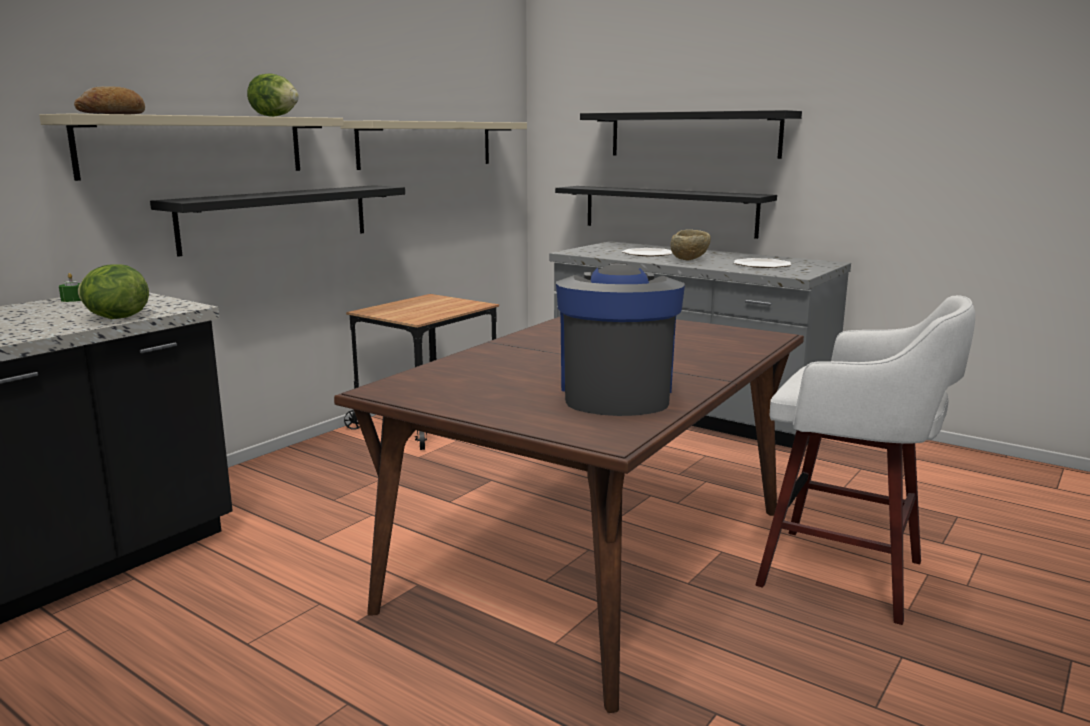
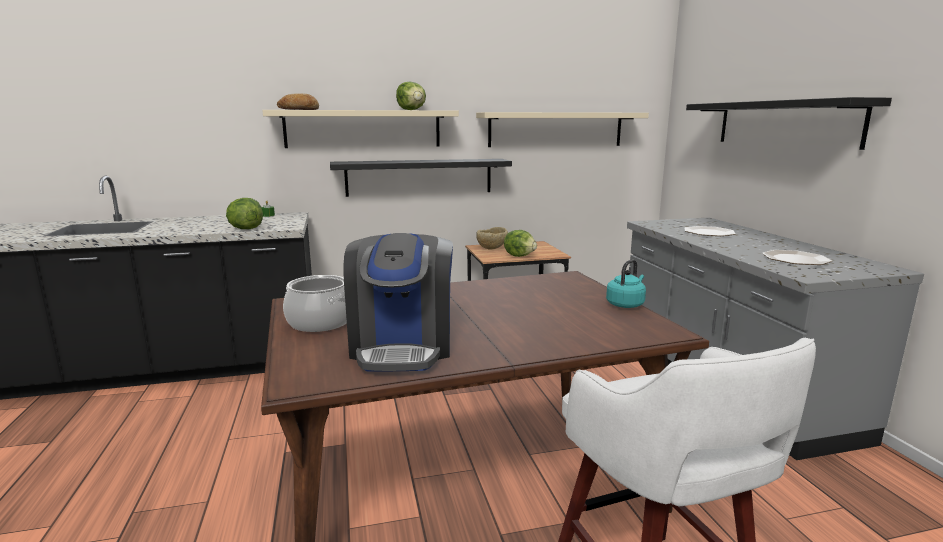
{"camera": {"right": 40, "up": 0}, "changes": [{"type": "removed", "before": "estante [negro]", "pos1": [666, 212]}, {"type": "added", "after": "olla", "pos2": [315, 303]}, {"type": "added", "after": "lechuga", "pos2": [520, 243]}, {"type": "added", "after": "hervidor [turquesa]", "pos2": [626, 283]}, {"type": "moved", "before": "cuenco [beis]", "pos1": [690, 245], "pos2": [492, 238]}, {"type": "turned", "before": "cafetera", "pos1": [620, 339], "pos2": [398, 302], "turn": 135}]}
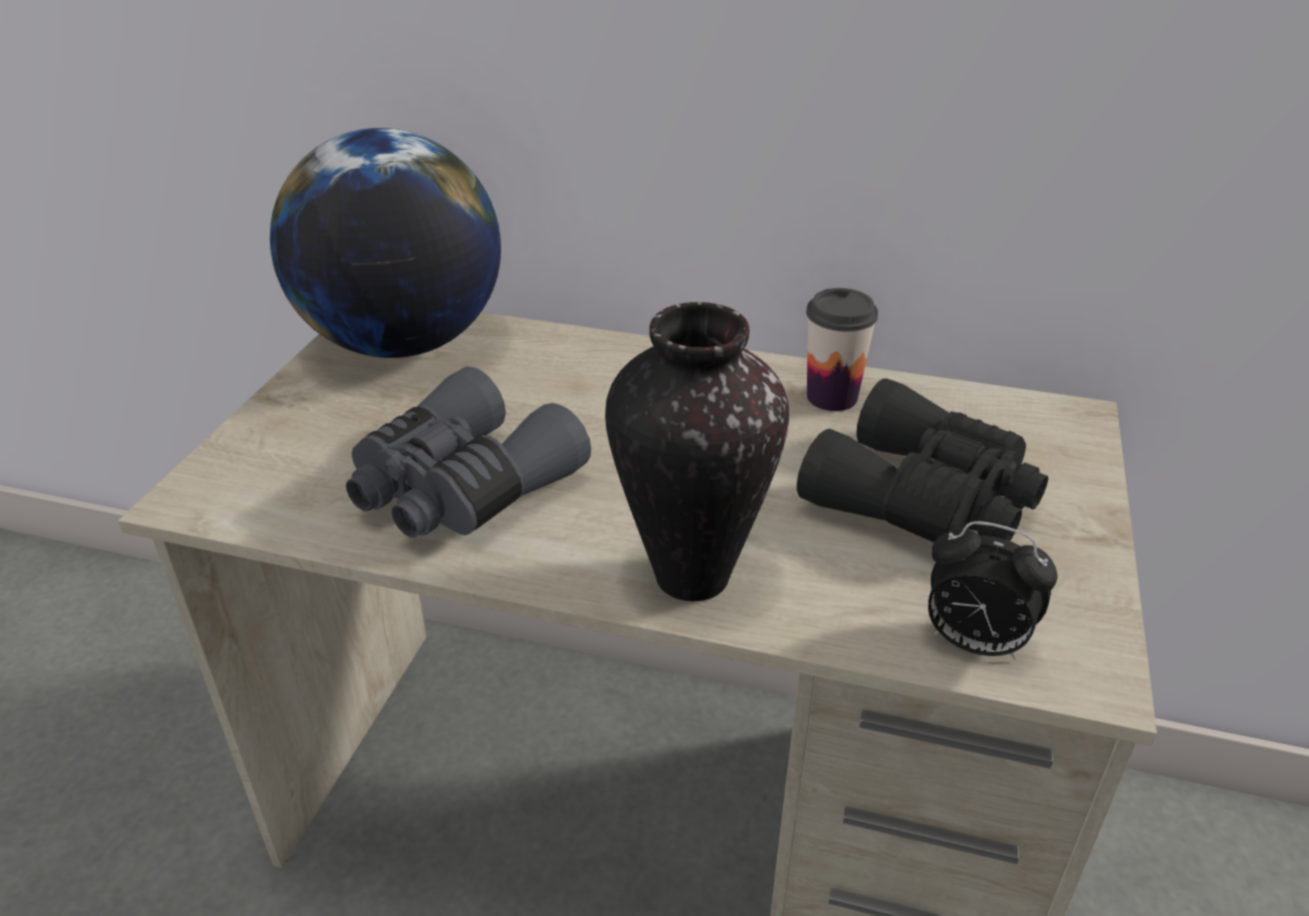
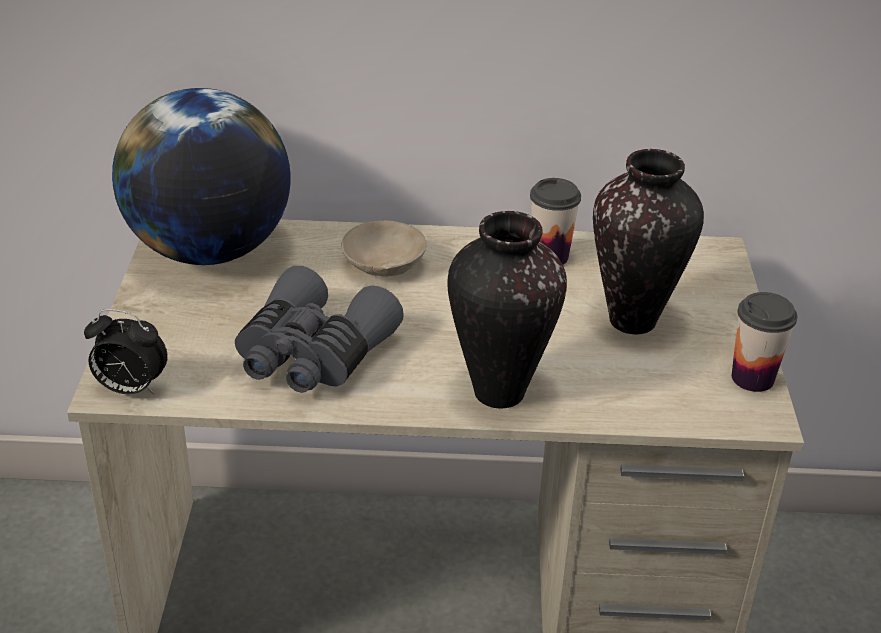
{"camera": {"right": -15, "up": 0}, "changes": [{"type": "added", "after": "cuenco [beis]", "pos2": [384, 249]}, {"type": "added", "after": "taza", "pos2": [764, 342]}, {"type": "moved", "before": "despertador", "pos1": [993, 590], "pos2": [126, 352]}, {"type": "replaced", "before": "prismáticos [negro]", "after": "florero", "pos1": [922, 460], "pos2": [648, 241]}]}
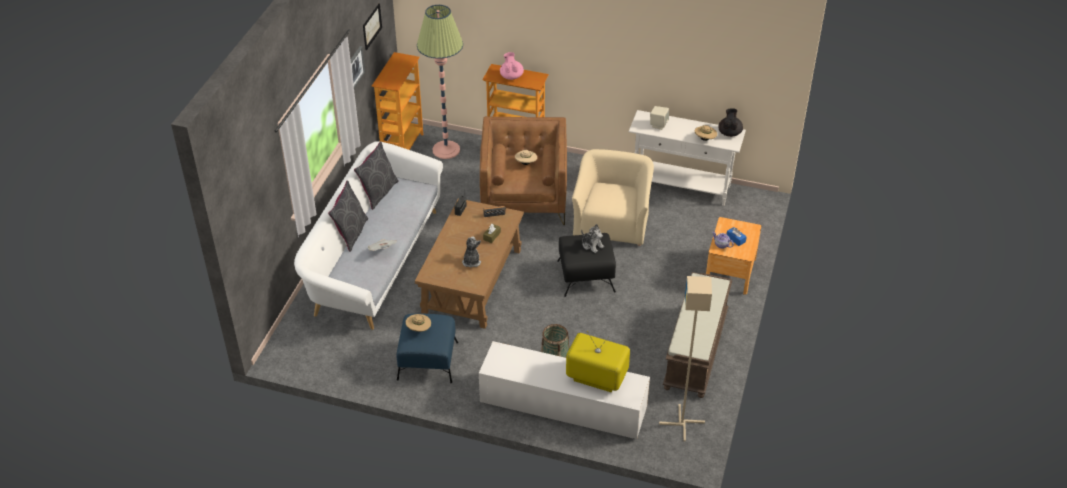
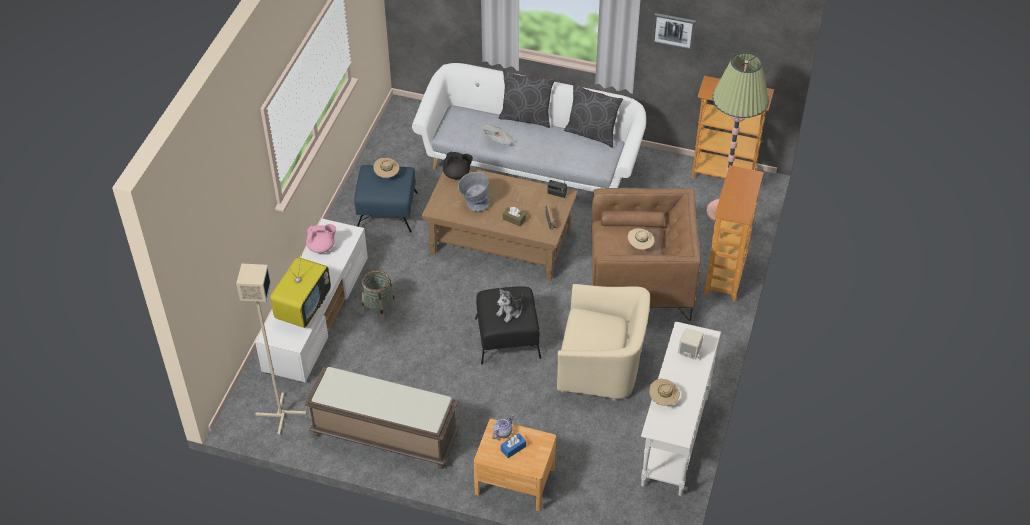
{"camera": {"right": 90, "up": 5}, "changes": [{"type": "removed", "before": "cuadro", "pos1": [372, 26]}, {"type": "moved", "before": "tetera [rosa]", "pos1": [512, 66], "pos2": [321, 238]}, {"type": "moved", "before": "tetera [negro]", "pos1": [730, 122], "pos2": [458, 165]}, {"type": "replaced", "before": "peluche", "after": "cuenco [gris]", "pos1": [471, 252], "pos2": [474, 191]}]}
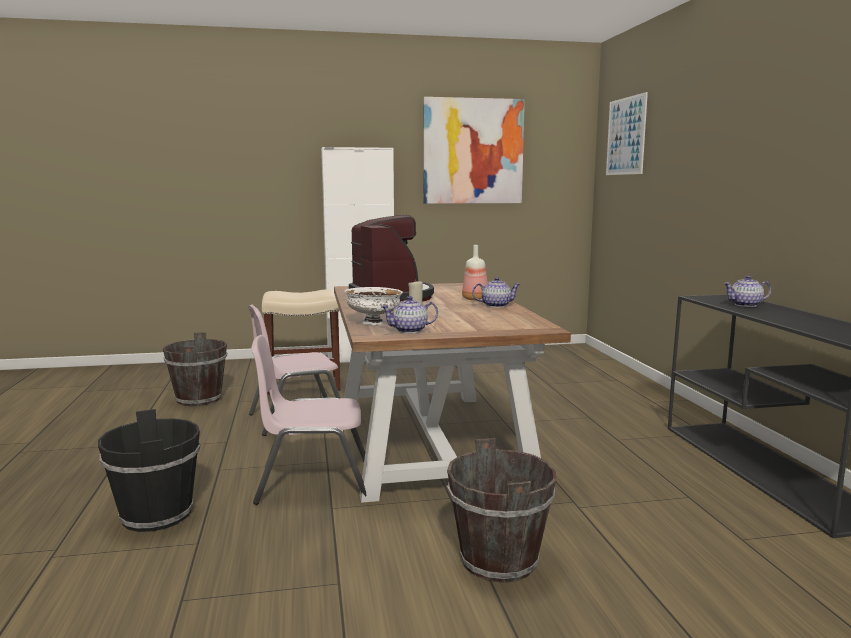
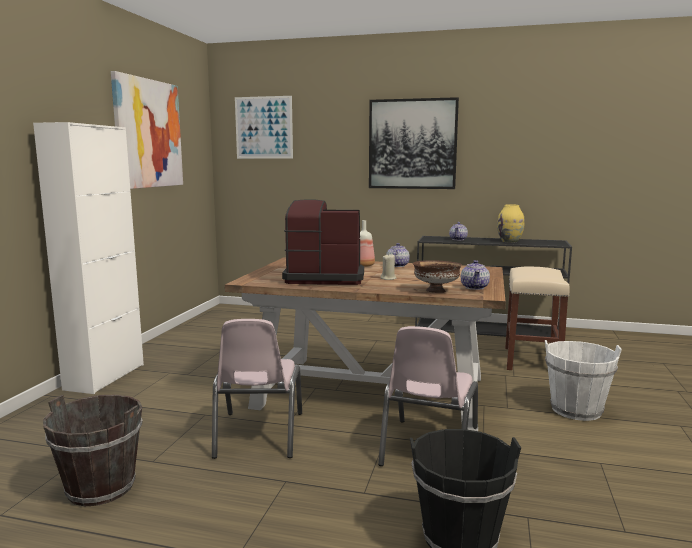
{"camera": {"right": -65, "up": 0}, "changes": [{"type": "added", "after": "cuadro", "pos2": [414, 143]}, {"type": "added", "after": "florero [amarillo]", "pos2": [511, 223]}, {"type": "moved", "before": "taburete [beis]", "pos1": [301, 342], "pos2": [537, 318]}, {"type": "recoloured", "before": "cuenco [blanco]", "after": "cuenco [marrón]", "pos1": [374, 306], "pos2": [437, 276]}, {"type": "recoloured", "before": "cubo [marrón]", "after": "cubo [blanco]", "pos1": [501, 510], "pos2": [583, 380]}]}
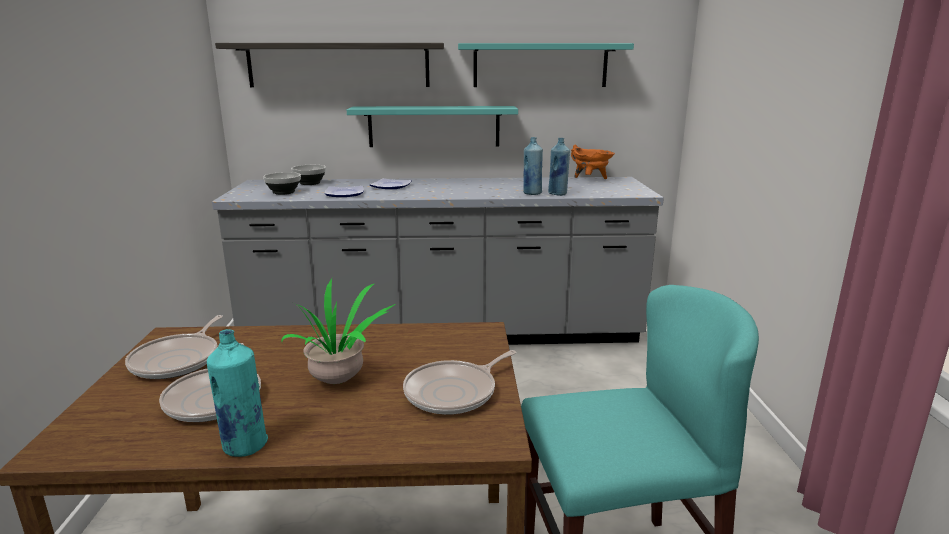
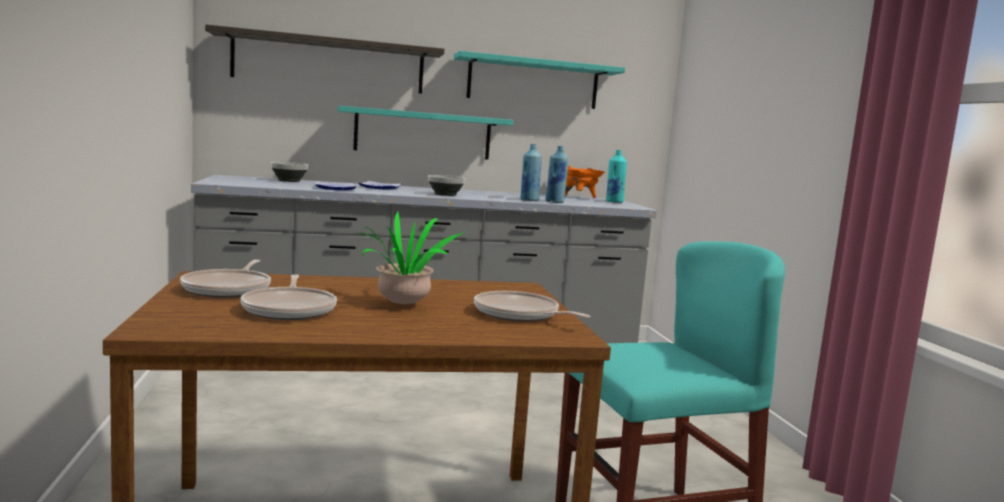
{"camera": {"right": -10, "up": -10}, "changes": [{"type": "moved", "before": "botella [turquesa]", "pos1": [237, 393], "pos2": [616, 176]}, {"type": "moved", "before": "cuenco", "pos1": [282, 183], "pos2": [446, 185]}, {"type": "turned", "before": "sartén", "pos1": [460, 382], "pos2": [532, 306], "turn": 90}]}
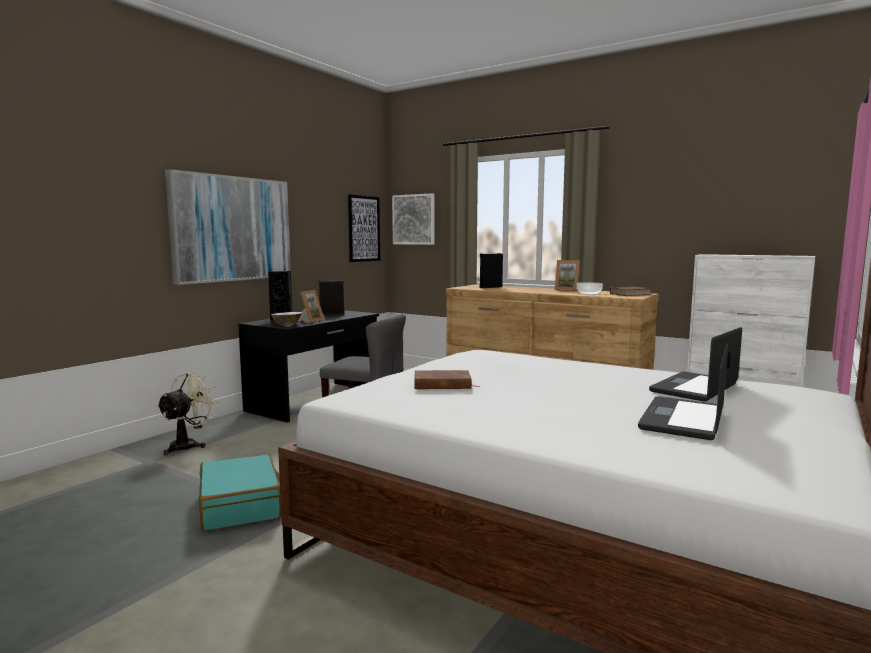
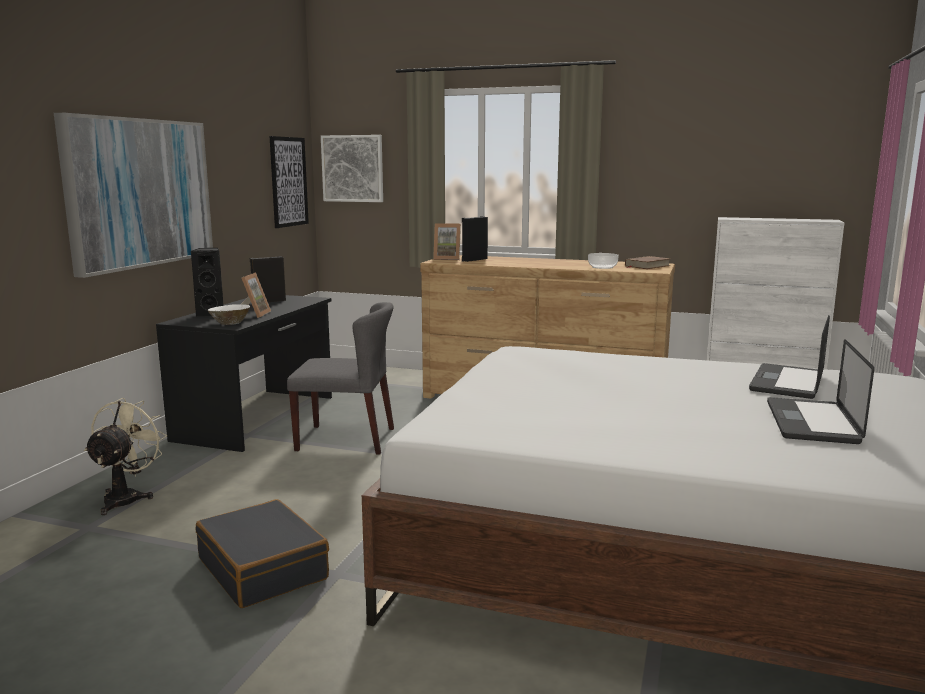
{"camera": {"right": -15, "up": 5}, "changes": [{"type": "removed", "before": "libro [marrón]", "pos1": [447, 379]}, {"type": "moved", "before": "portarretratos", "pos1": [567, 275], "pos2": [447, 241]}, {"type": "recoloured", "before": "maleta [turquesa]", "after": "maleta [negro]", "pos1": [239, 492], "pos2": [262, 553]}]}
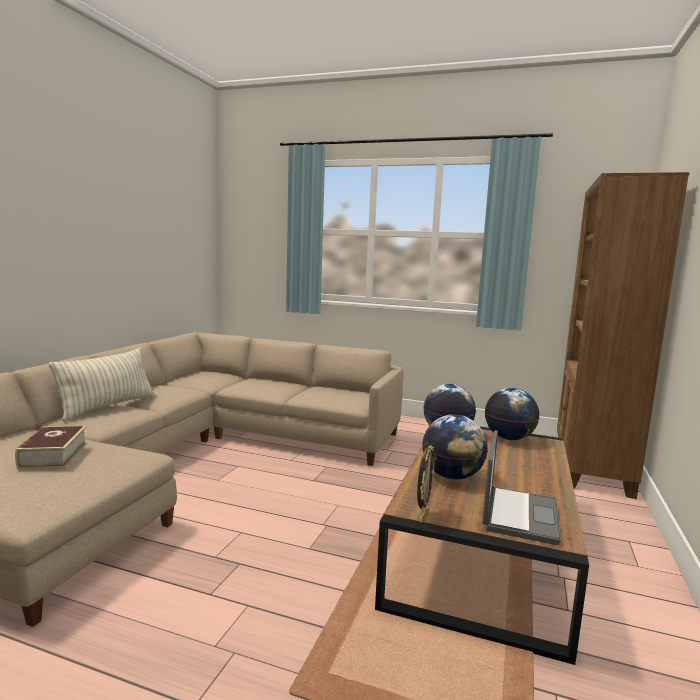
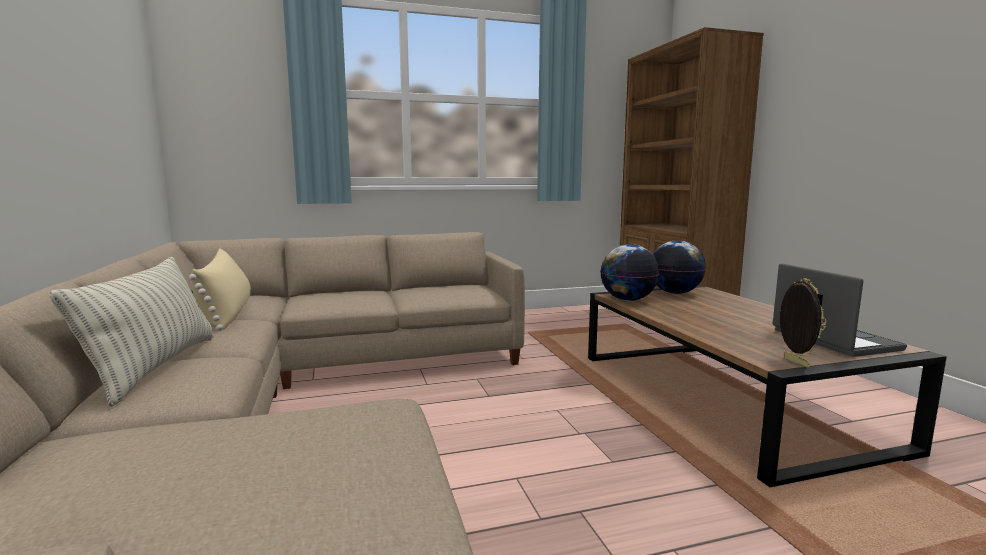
{"camera": {"right": -35, "up": 0}, "changes": [{"type": "removed", "before": "libro", "pos1": [51, 447]}, {"type": "removed", "before": "globo terráqueo", "pos1": [455, 447]}, {"type": "added", "after": "cojín [beis]", "pos2": [220, 290]}]}
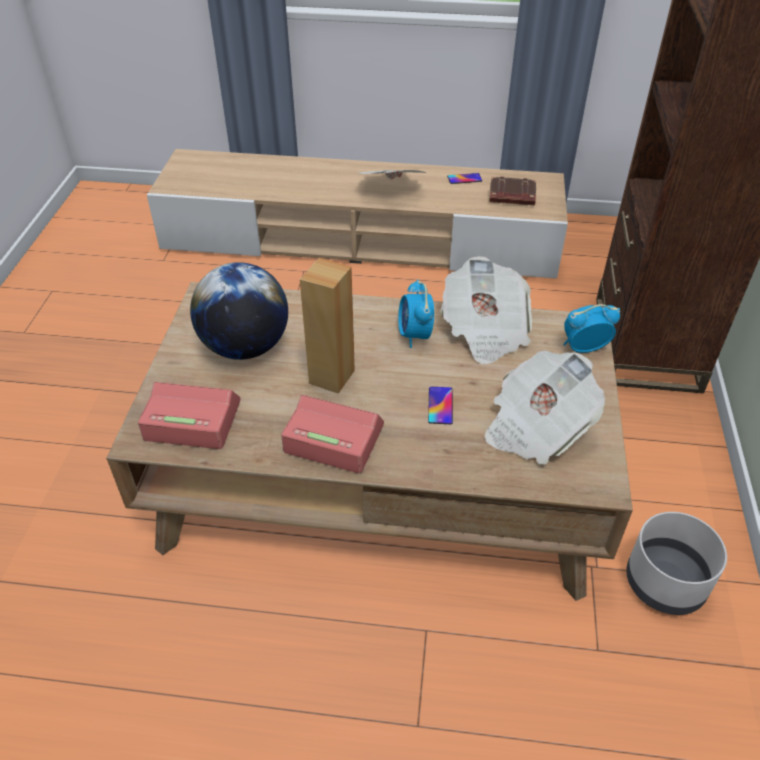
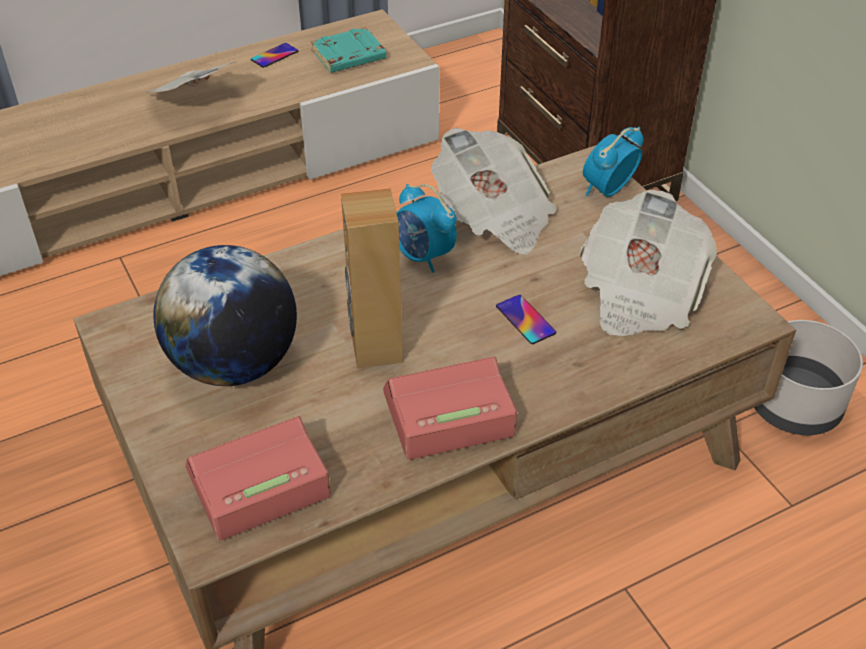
{"camera": {"right": -35, "up": 0}, "changes": [{"type": "recoloured", "before": "libro [marrón]", "after": "libro [turquesa]", "pos1": [512, 191], "pos2": [348, 50]}]}
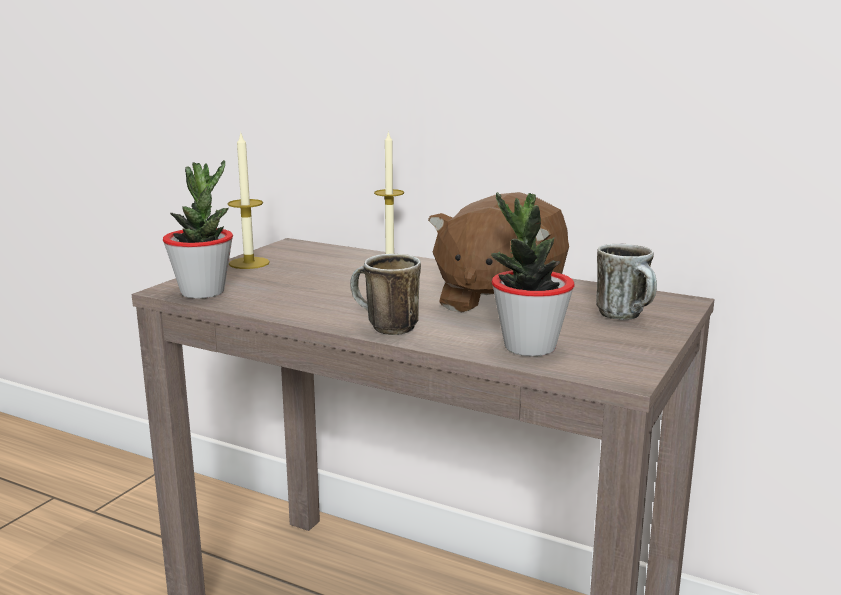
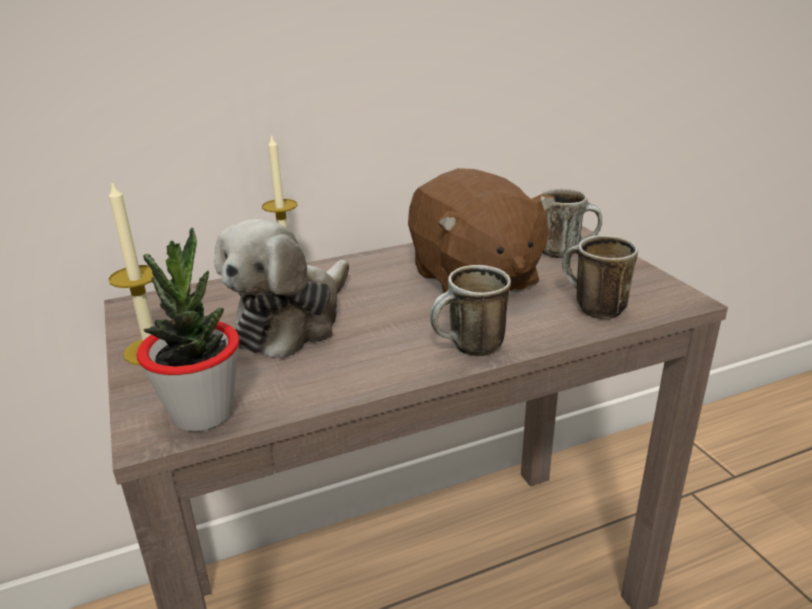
{"camera": {"right": -50, "up": 10}, "changes": [{"type": "added", "after": "peluche", "pos2": [281, 289]}, {"type": "replaced", "before": "planta en maceta", "after": "taza grande", "pos1": [532, 274], "pos2": [600, 277]}]}
